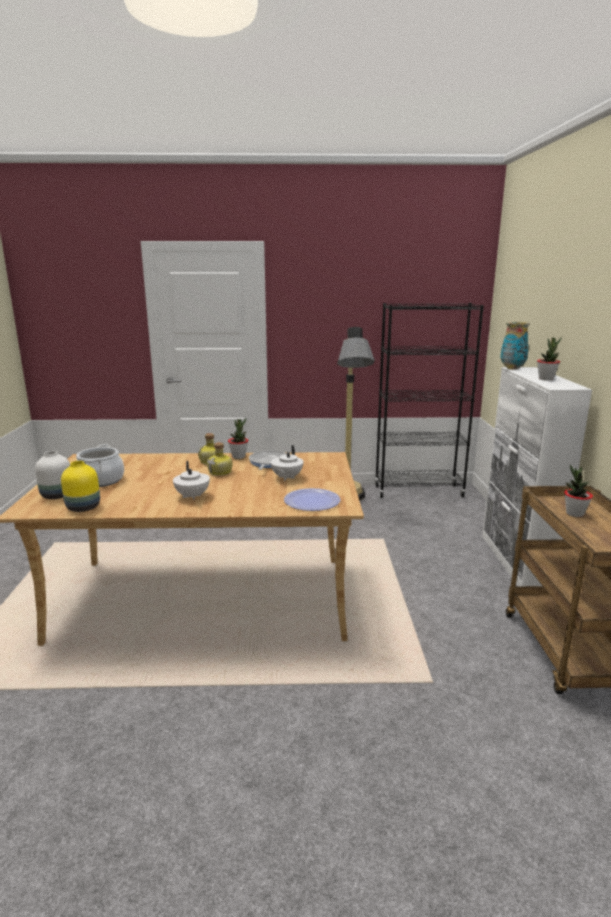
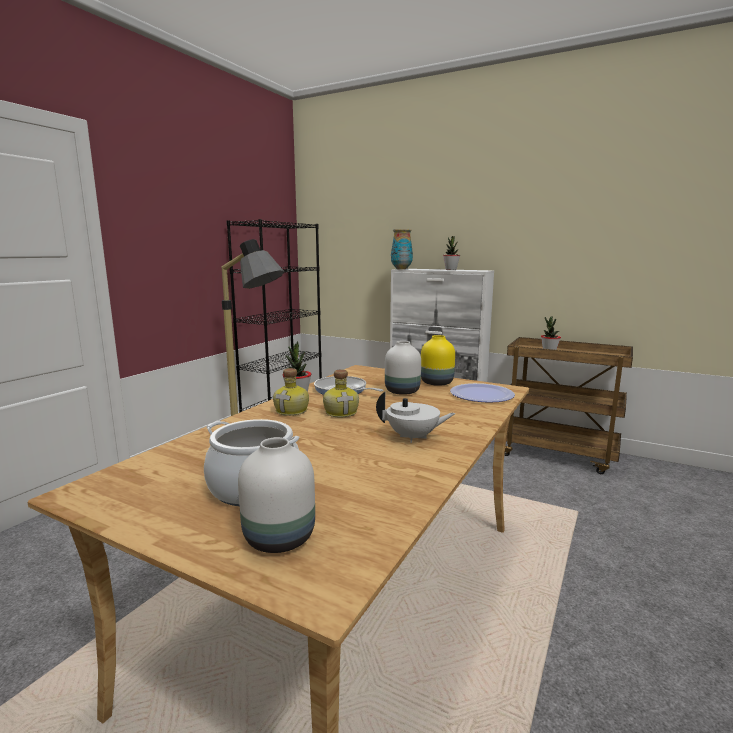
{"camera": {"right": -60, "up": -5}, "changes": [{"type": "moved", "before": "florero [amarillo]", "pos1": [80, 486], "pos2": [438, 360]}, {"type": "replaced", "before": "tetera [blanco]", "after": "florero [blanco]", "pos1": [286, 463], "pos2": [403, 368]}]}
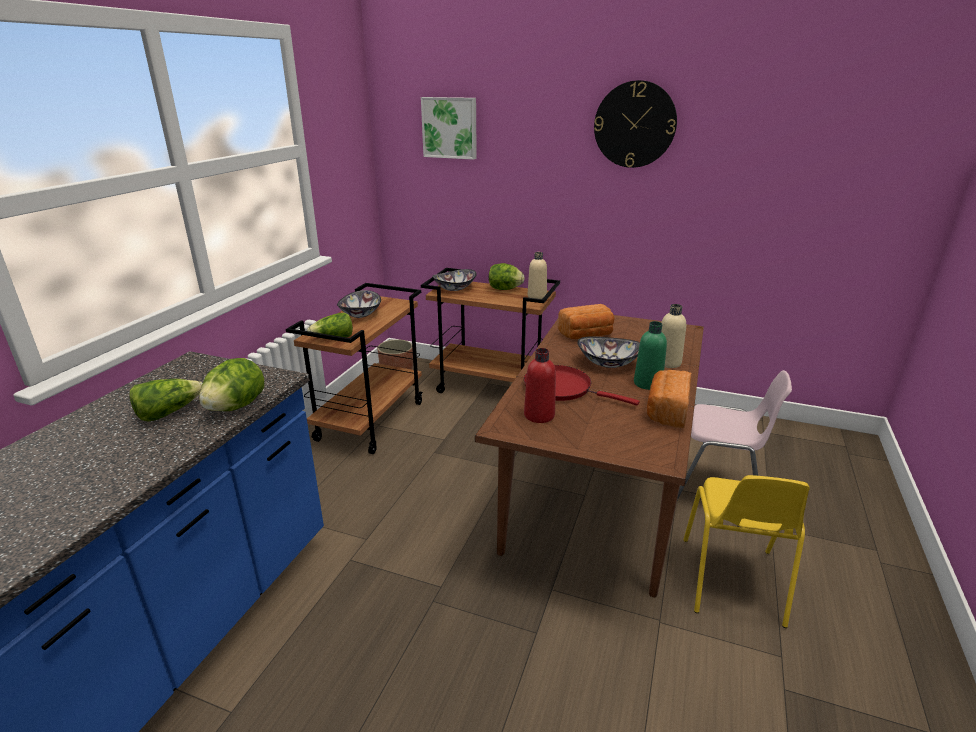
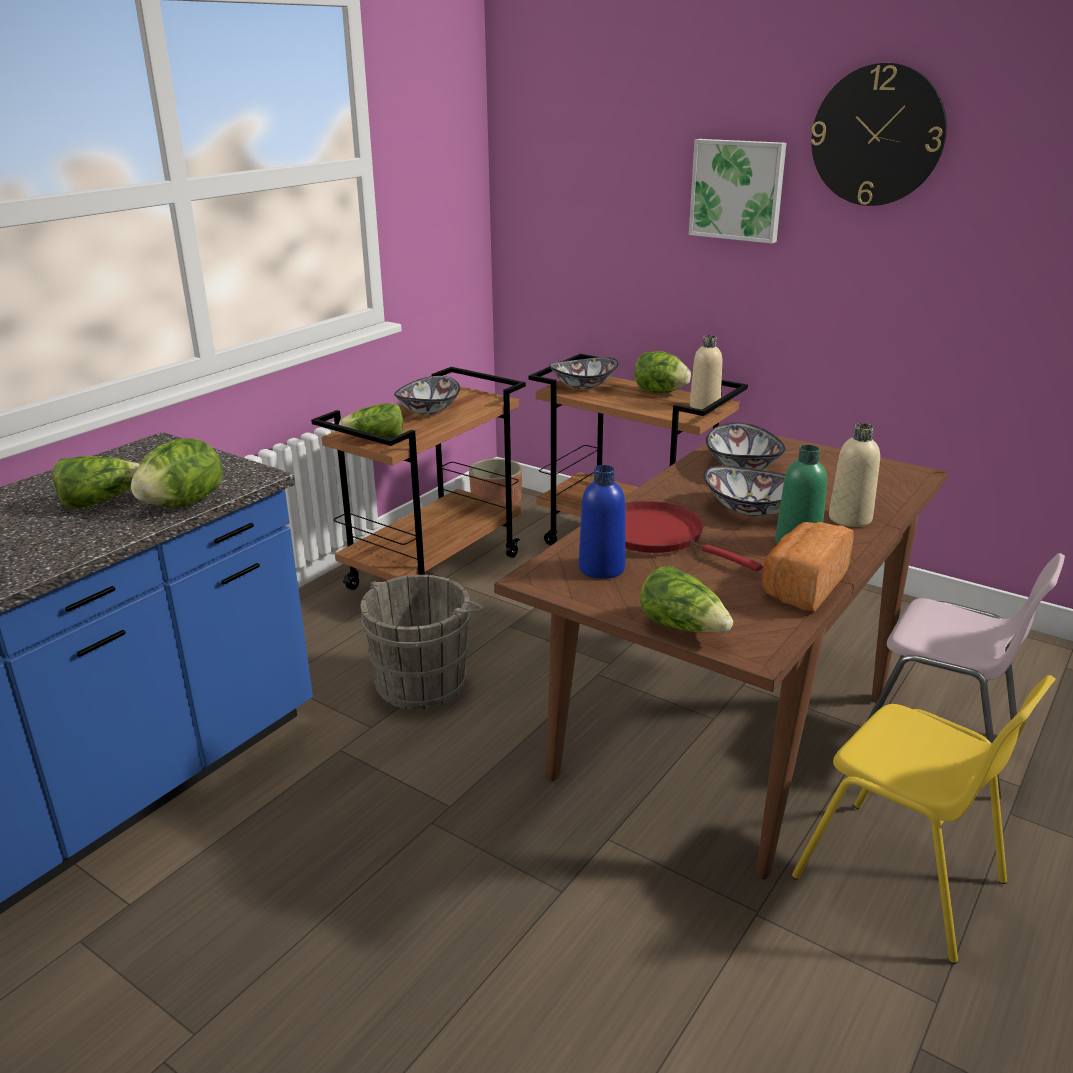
{"camera": {"right": 15, "up": 0}, "changes": [{"type": "added", "after": "cubo [gris]", "pos2": [422, 642]}, {"type": "added", "after": "lechuga", "pos2": [686, 599]}, {"type": "moved", "before": "cuadro", "pos1": [449, 128], "pos2": [737, 191]}, {"type": "replaced", "before": "pan", "after": "cuenco", "pos1": [586, 321], "pos2": [746, 446]}, {"type": "recoloured", "before": "botella [rojo]", "after": "botella [azul]", "pos1": [540, 385], "pos2": [602, 522]}, {"type": "turned", "before": "silla [amarillo]", "pos1": [746, 551], "pos2": [924, 819], "turn": -75}]}
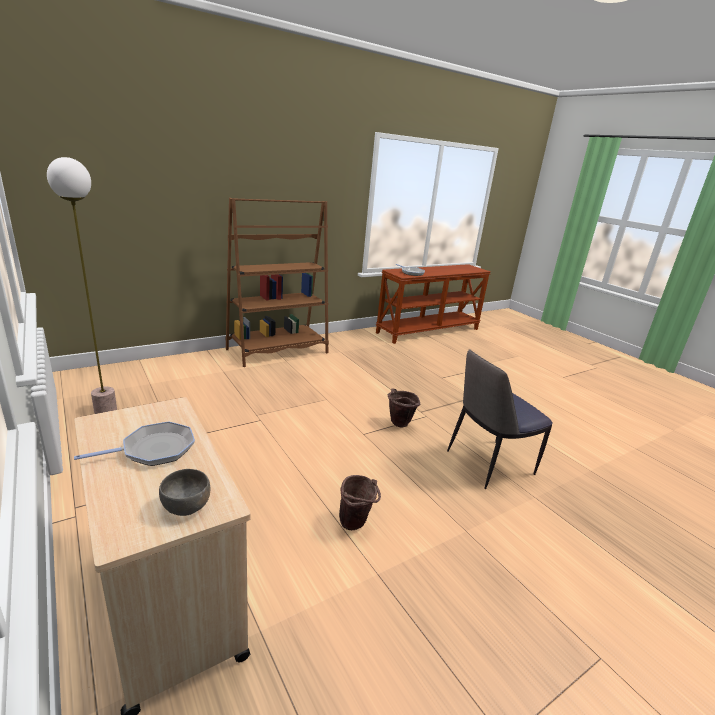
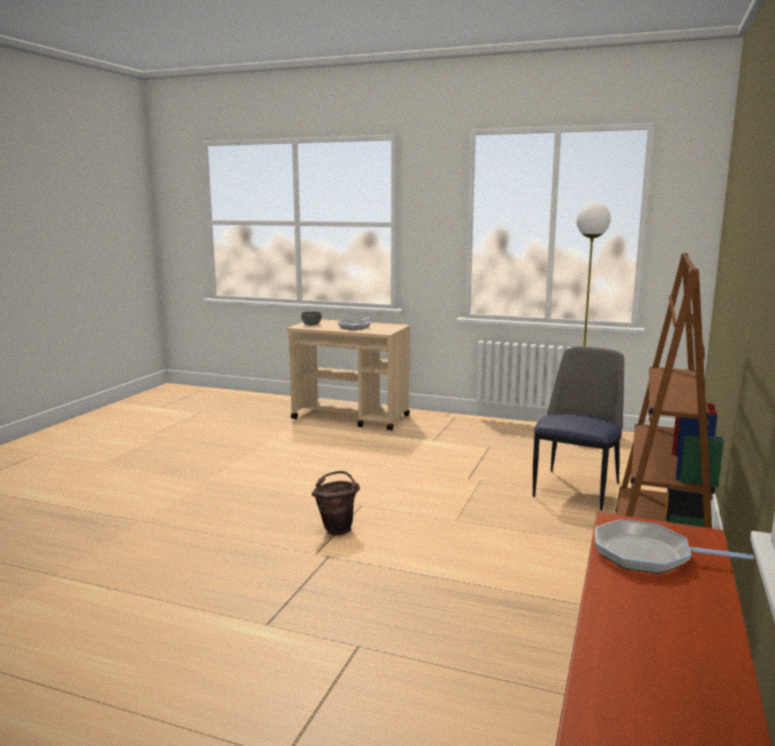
{"camera": {"right": 145, "up": -10}, "changes": [{"type": "removed", "before": "cubo [marrón]", "pos1": [360, 502]}, {"type": "moved", "before": "silla", "pos1": [500, 419], "pos2": [578, 429]}]}
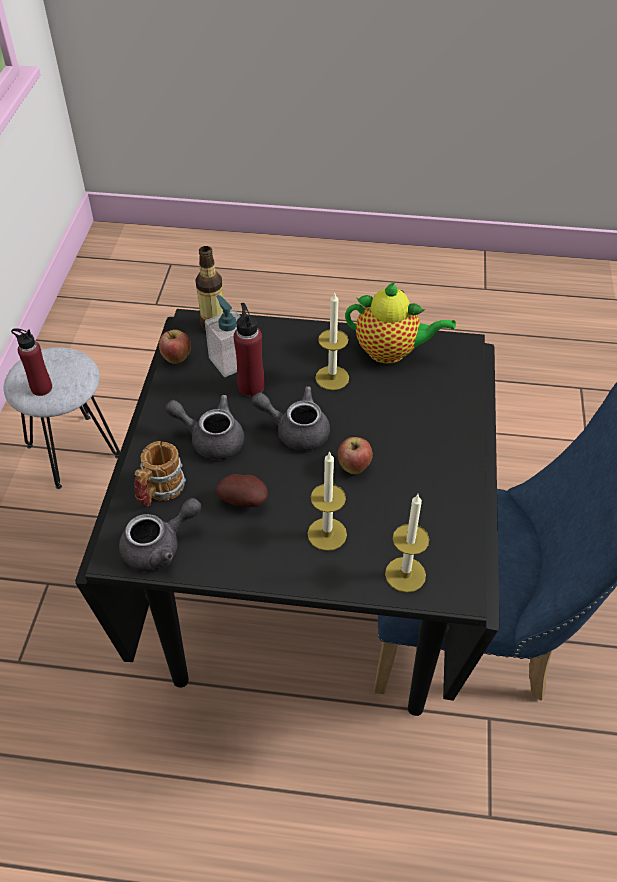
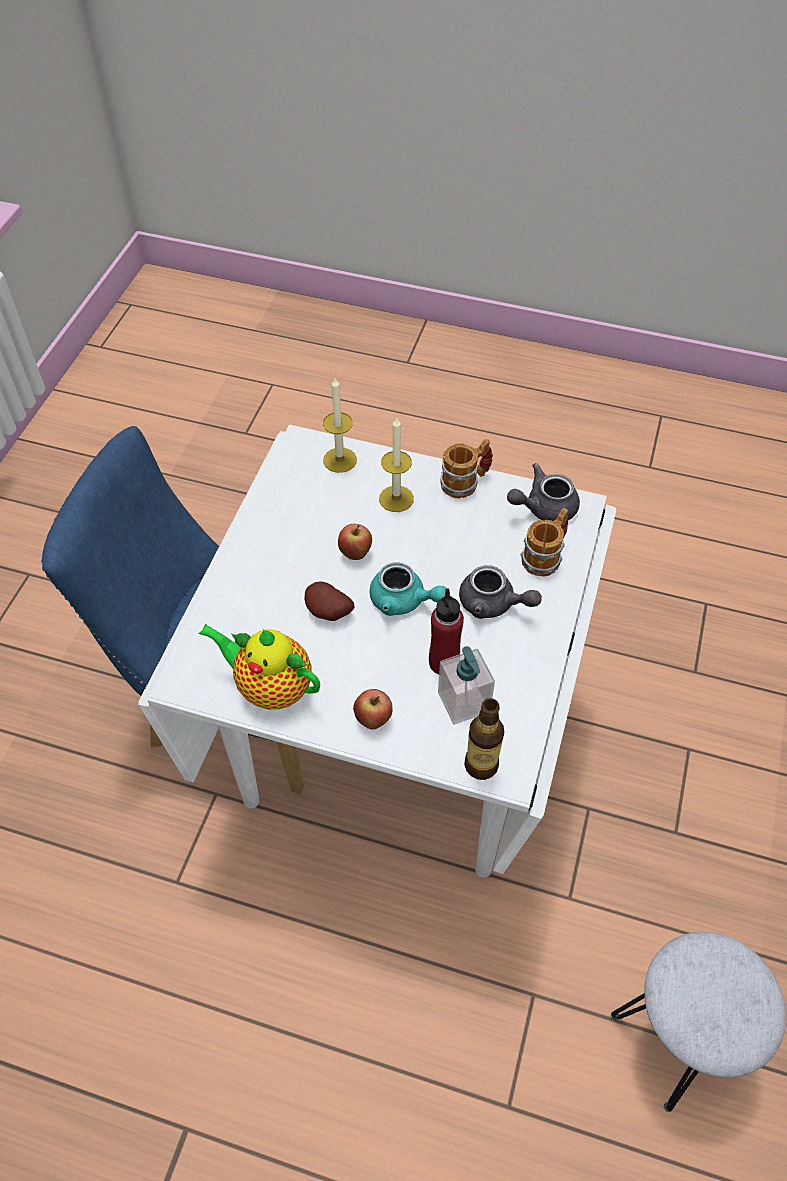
{"camera": {"right": -170, "up": 5}, "changes": [{"type": "removed", "before": "botella [rojo]", "pos1": [31, 362]}, {"type": "removed", "before": "vela", "pos1": [332, 341]}, {"type": "added", "after": "taza grande", "pos2": [467, 468]}, {"type": "moved", "before": "manzana", "pos1": [175, 346], "pos2": [373, 709]}, {"type": "moved", "before": "patata", "pos1": [242, 490], "pos2": [330, 601]}, {"type": "recoloured", "before": "mesa de comedor [negro]", "after": "mesa de comedor [blanco]", "pos1": [287, 512], "pos2": [377, 651]}, {"type": "recoloured", "before": "tetera [gris]", "after": "tetera [turquesa]", "pos1": [291, 418], "pos2": [408, 589]}]}
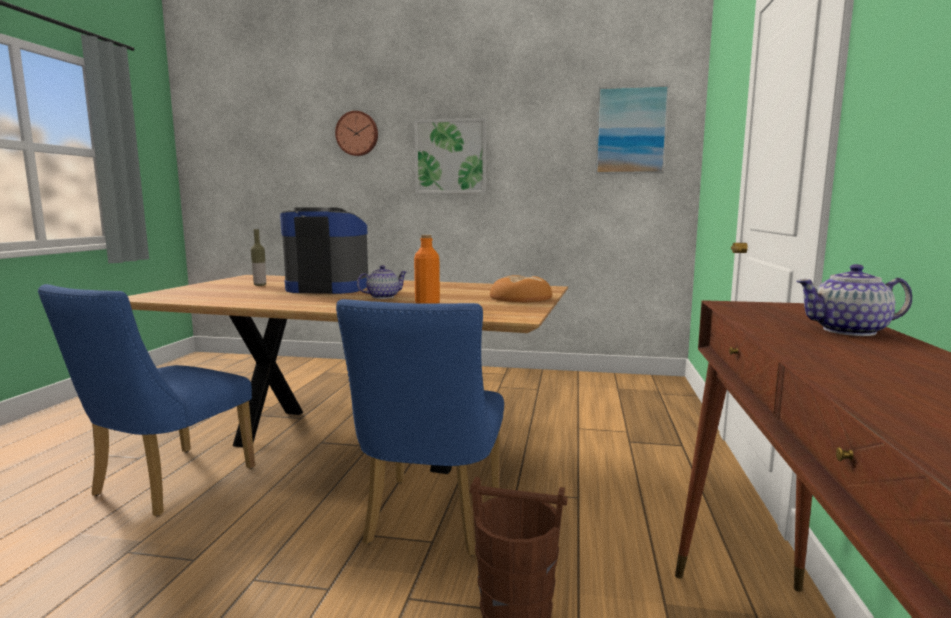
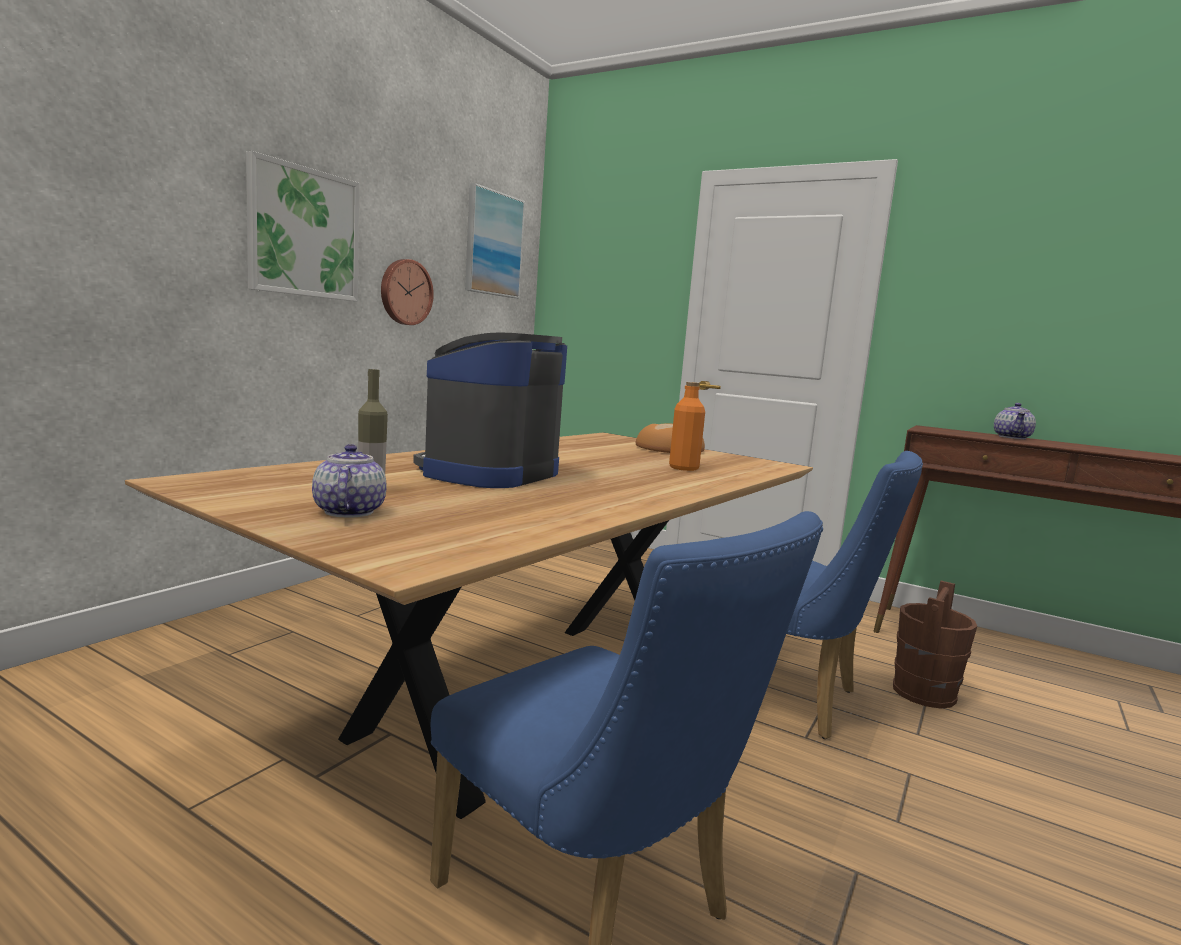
{"camera": {"right": -70, "up": 0}, "changes": [{"type": "moved", "before": "reloj de pared", "pos1": [356, 133], "pos2": [407, 292]}, {"type": "moved", "before": "tetera", "pos1": [382, 282], "pos2": [349, 480]}]}
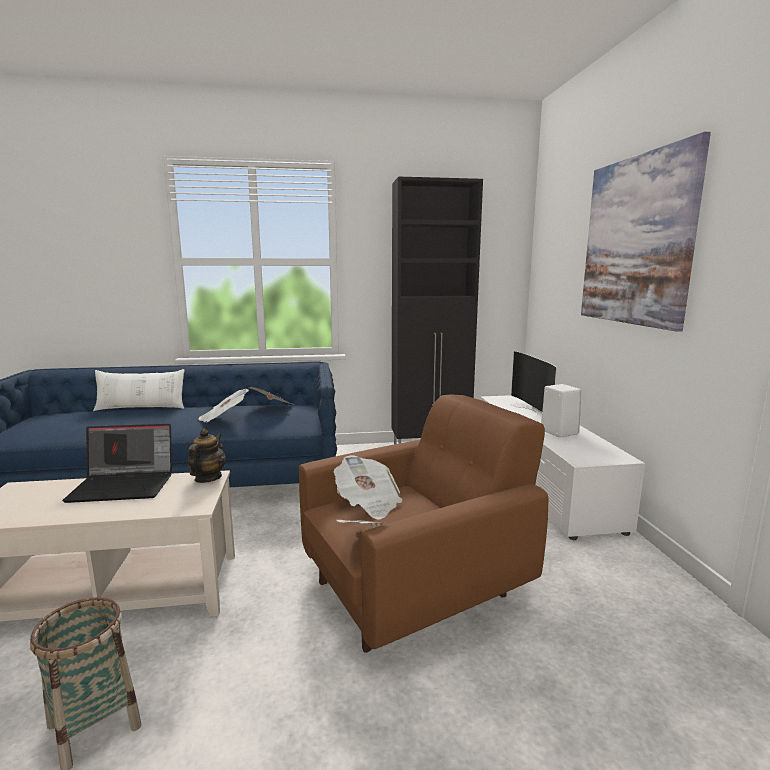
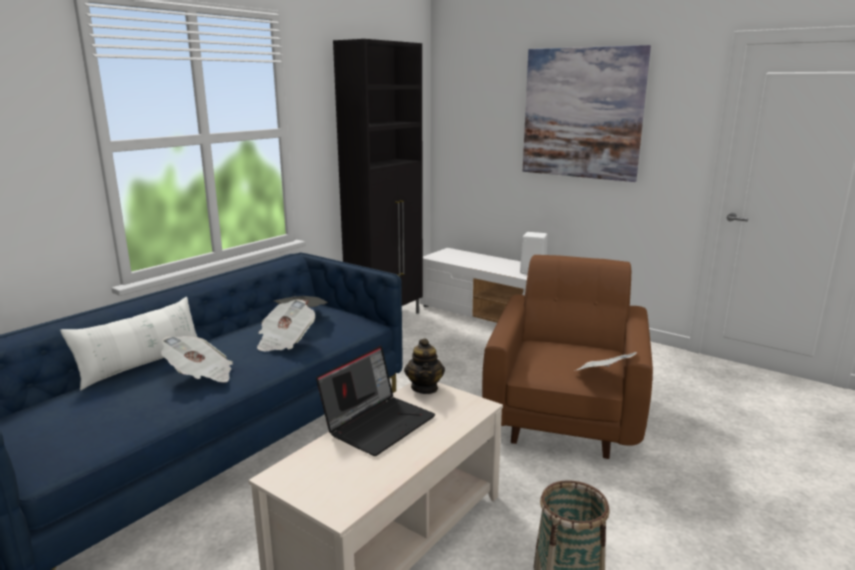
{"camera": {"right": -45, "up": 5}, "changes": [{"type": "removed", "before": "televisor", "pos1": [533, 386]}, {"type": "moved", "before": "periódico", "pos1": [368, 487], "pos2": [197, 359]}, {"type": "turned", "before": "tetera", "pos1": [207, 456], "pos2": [424, 366], "turn": -150}]}
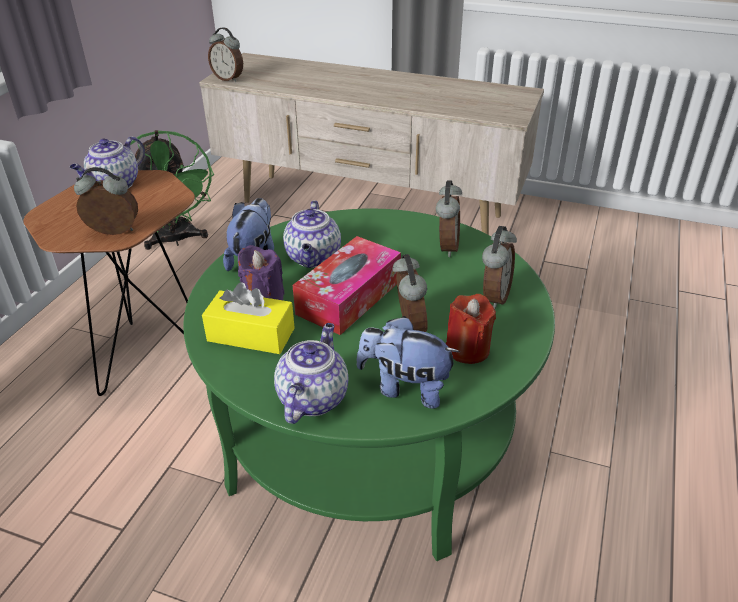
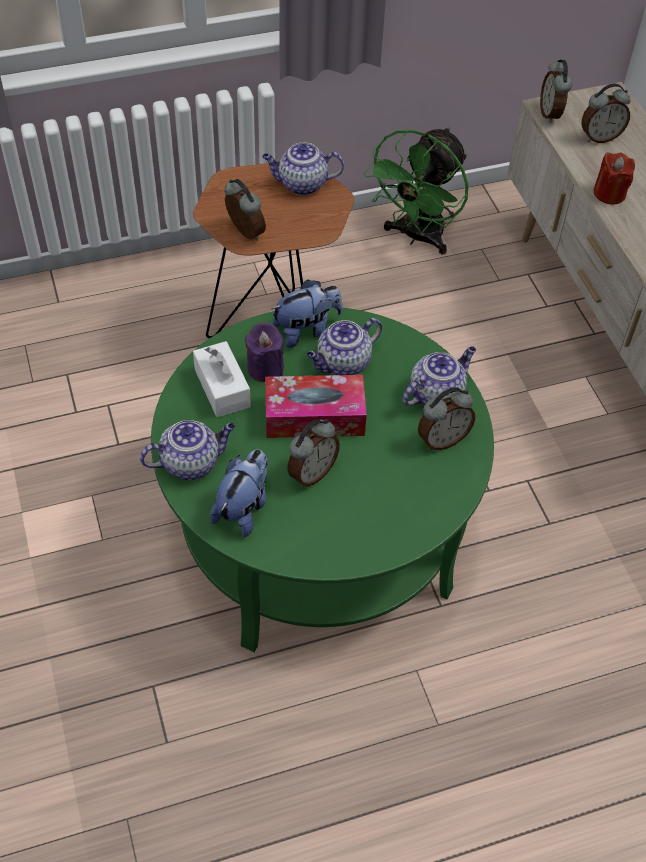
{"camera": {"right": 50, "up": 15}, "changes": [{"type": "added", "after": "tetera", "pos2": [439, 376]}, {"type": "moved", "before": "vela [rojo]", "pos1": [471, 329], "pos2": [614, 179]}, {"type": "moved", "before": "despertador", "pos1": [499, 267], "pos2": [606, 113]}, {"type": "recoloured", "before": "caja de pañuelos [amarillo]", "after": "caja de pañuelos [blanco]", "pos1": [248, 318], "pos2": [222, 379]}, {"type": "turned", "before": "peluche", "pos1": [408, 362], "pos2": [239, 493], "turn": 45}]}
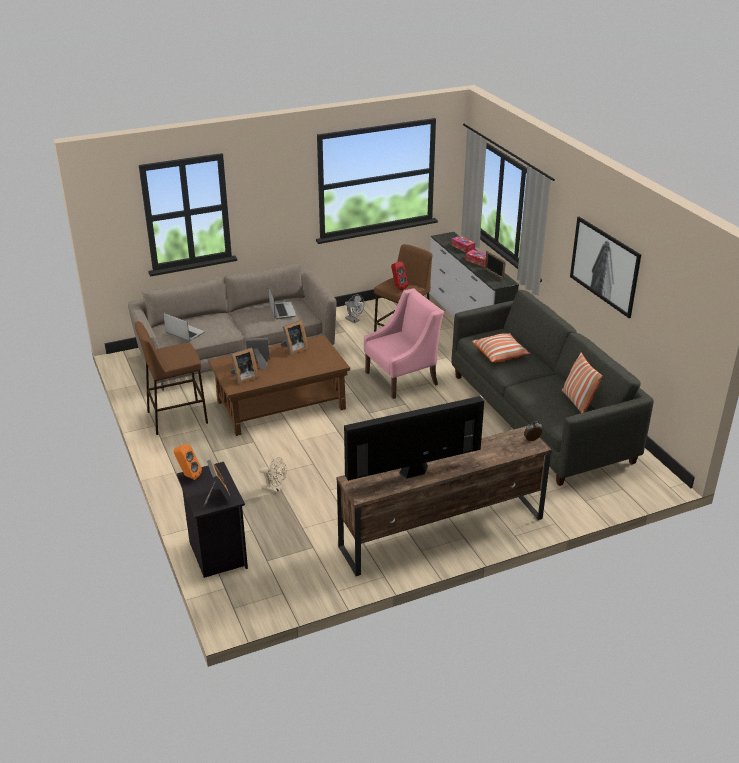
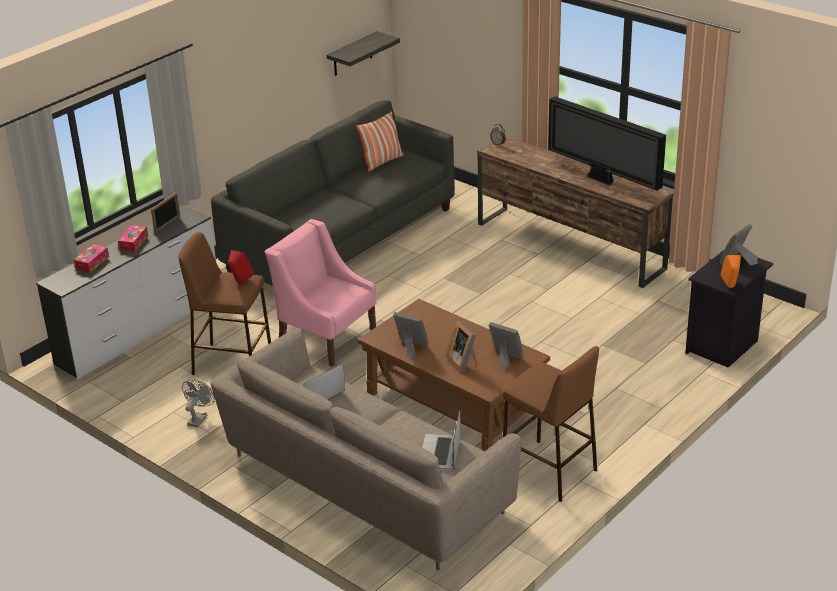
{"camera": {"right": -115, "up": 0}, "changes": [{"type": "removed", "before": "ventilador [beis]", "pos1": [273, 475]}, {"type": "removed", "before": "cojín", "pos1": [501, 347]}, {"type": "removed", "before": "cuadro", "pos1": [605, 267]}, {"type": "added", "after": "estante", "pos2": [363, 53]}]}
